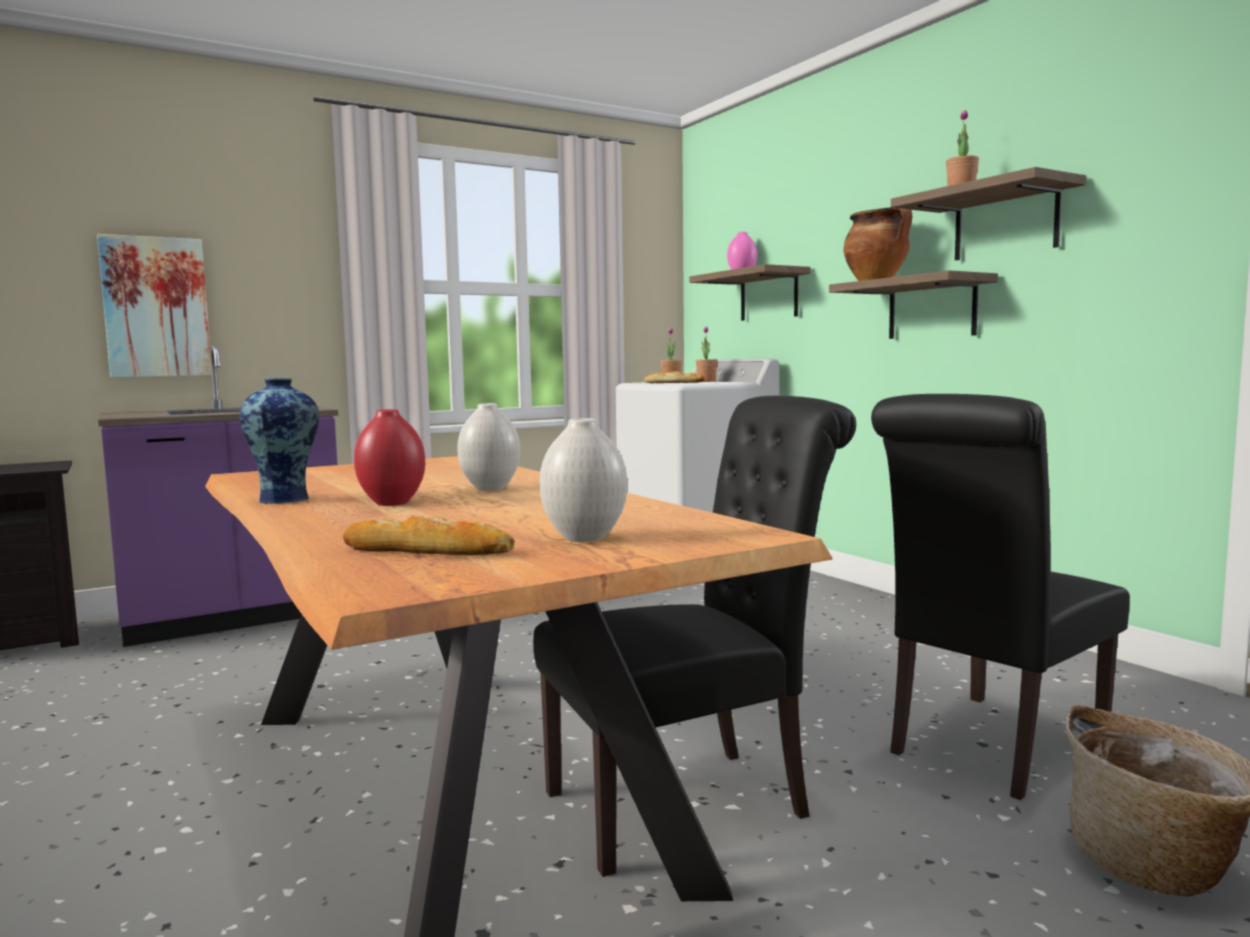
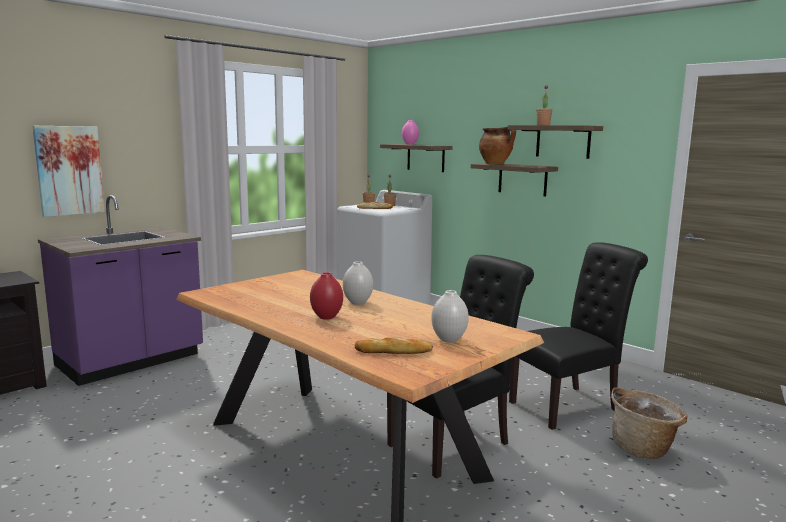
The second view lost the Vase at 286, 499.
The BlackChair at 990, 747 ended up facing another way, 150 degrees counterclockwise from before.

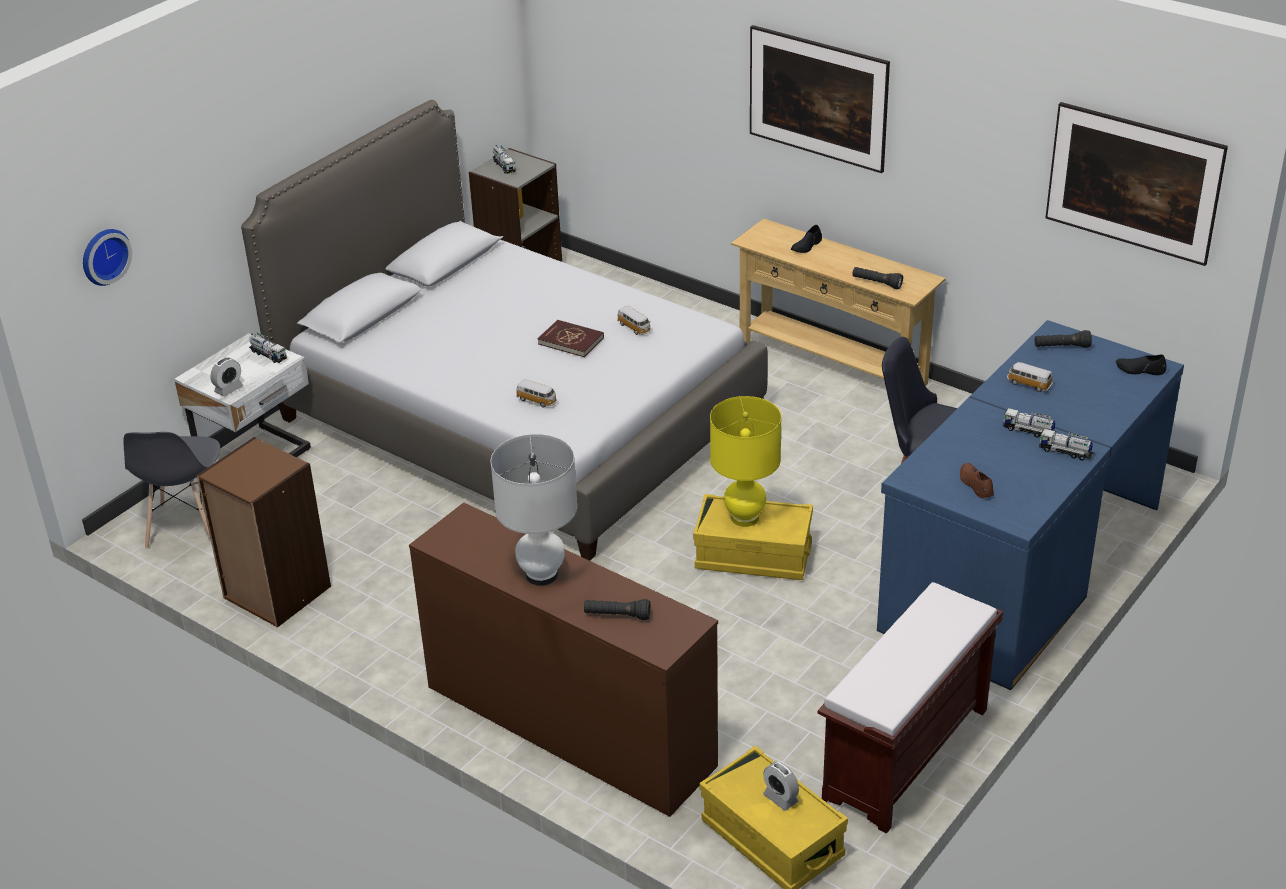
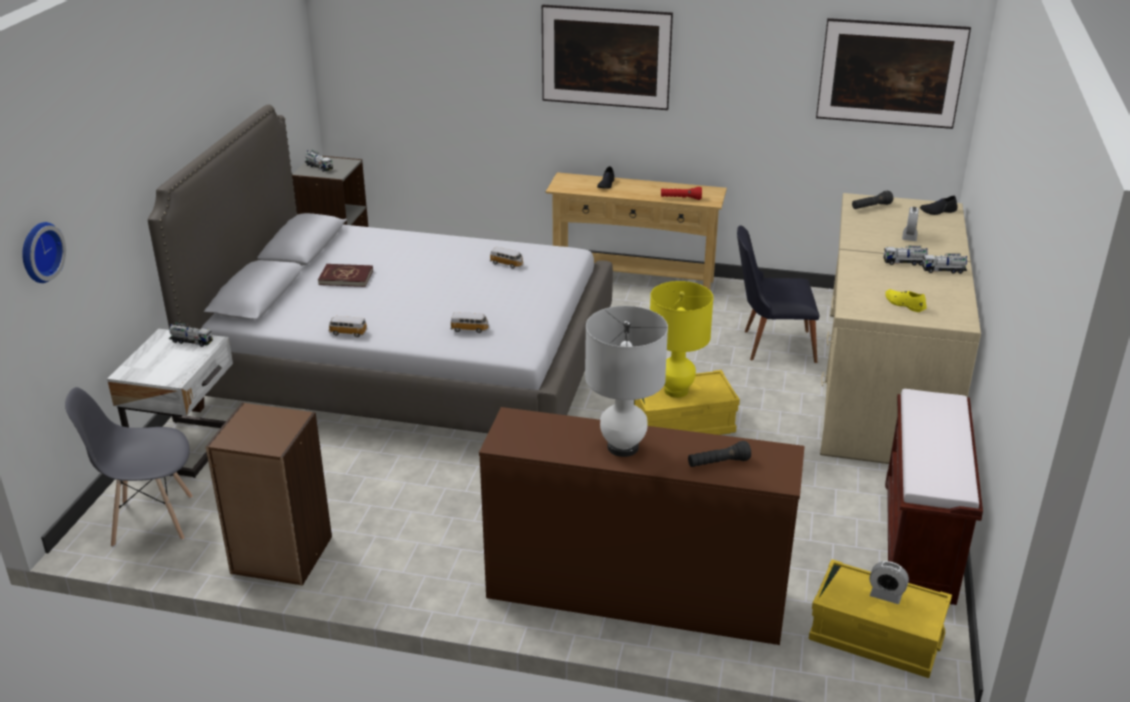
What was the BlackFlashlight at 876, 283 turned into the RedFlashlight at 680, 199.
The RedBook ended up elsewhere, having gone from 571, 341 to 346, 277.
What was the BlueDesk at 1019, 566 turned into the BeigeDesk at 881, 385.
The AlarmClock ended up elsewhere, having gone from 229, 389 to 909, 236.
The ToyCar ended up elsewhere, having gone from 1028, 384 to 347, 333.
The GreyChair at 187, 527 ended up facing another way, 105 degrees clockwise from before.
What was the BrownShoe at 975, 484 turned into the YellowShoe at 904, 304.

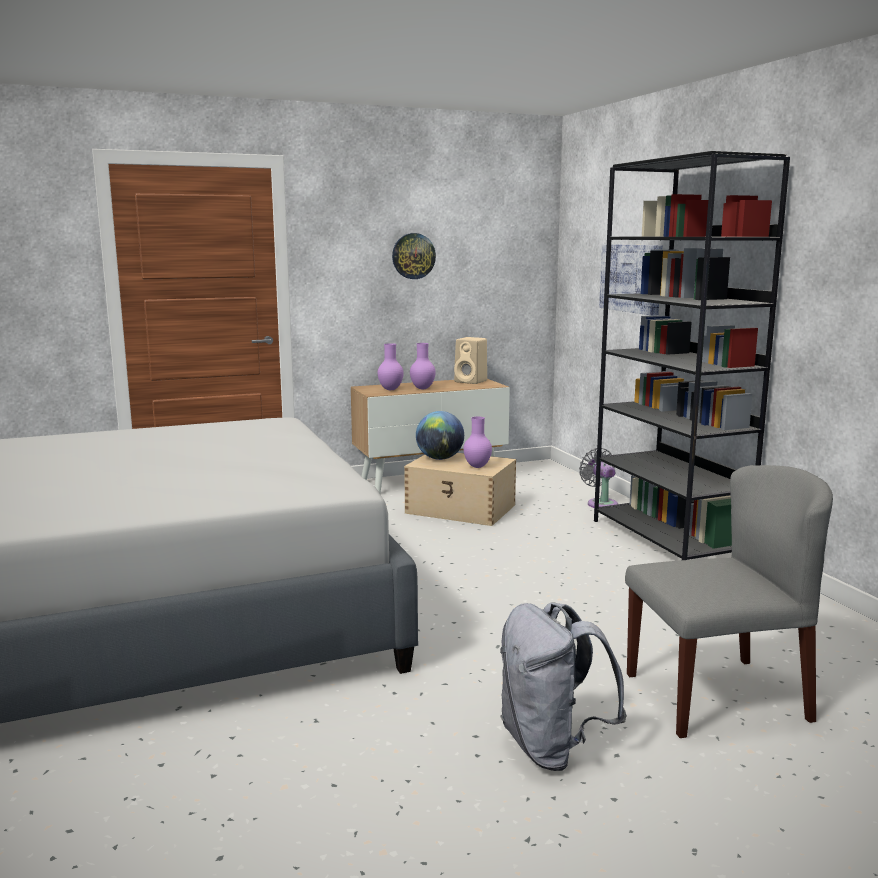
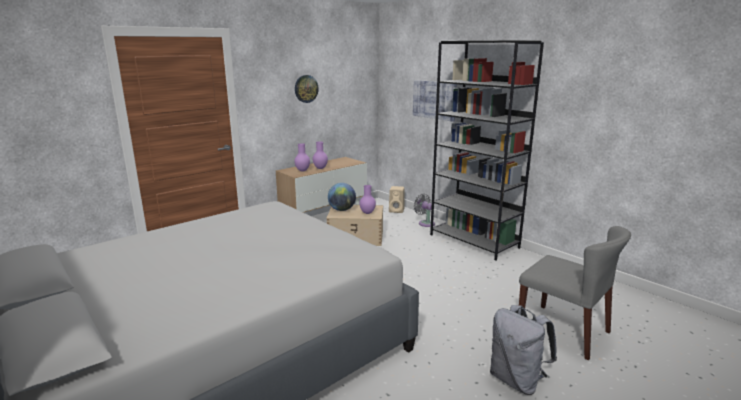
The BeigeSpeaker ended up elsewhere, having gone from 472, 381 to 397, 210.
The GreyChair at 717, 696 ended up facing another way, 75 degrees clockwise from before.

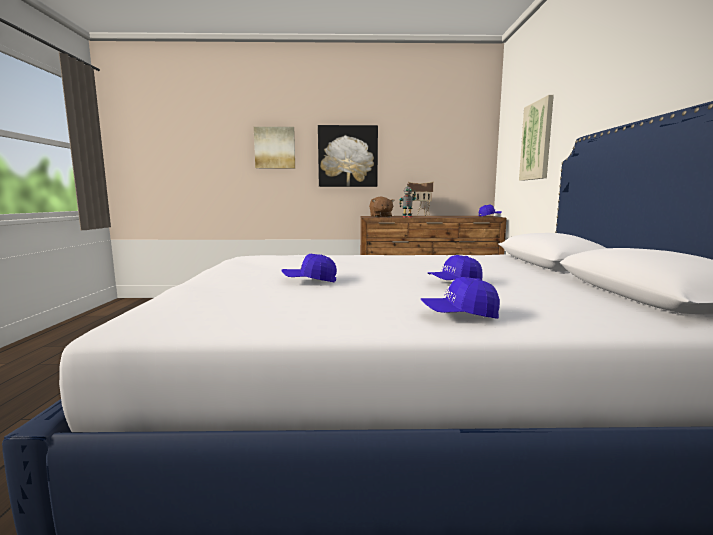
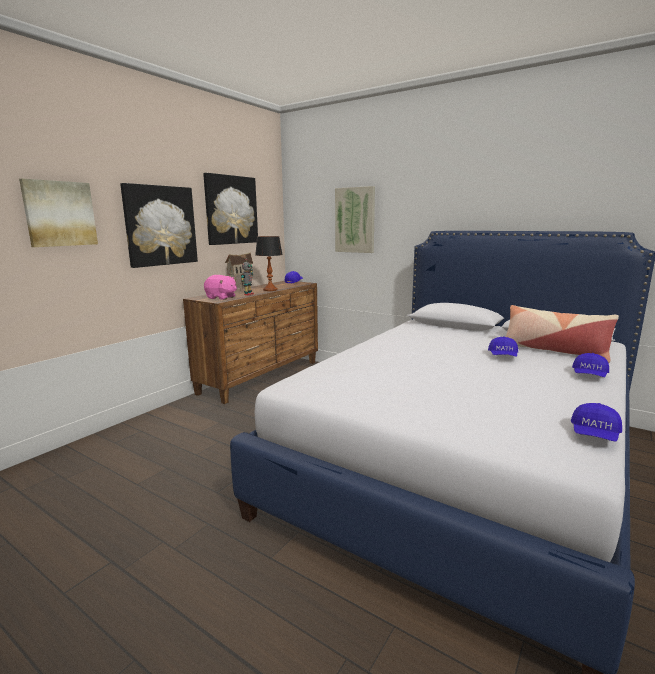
What was the BrownPlushToy at 380, 216 turned into the PinkPlushToy at 221, 298.
The BlueCap ended up elsewhere, having gone from 310, 281 to 594, 435.
The second view gained the Picture at 231, 210.
The second view gained the TableLamp at 270, 290.
The second view gained the Pillow at 553, 351.

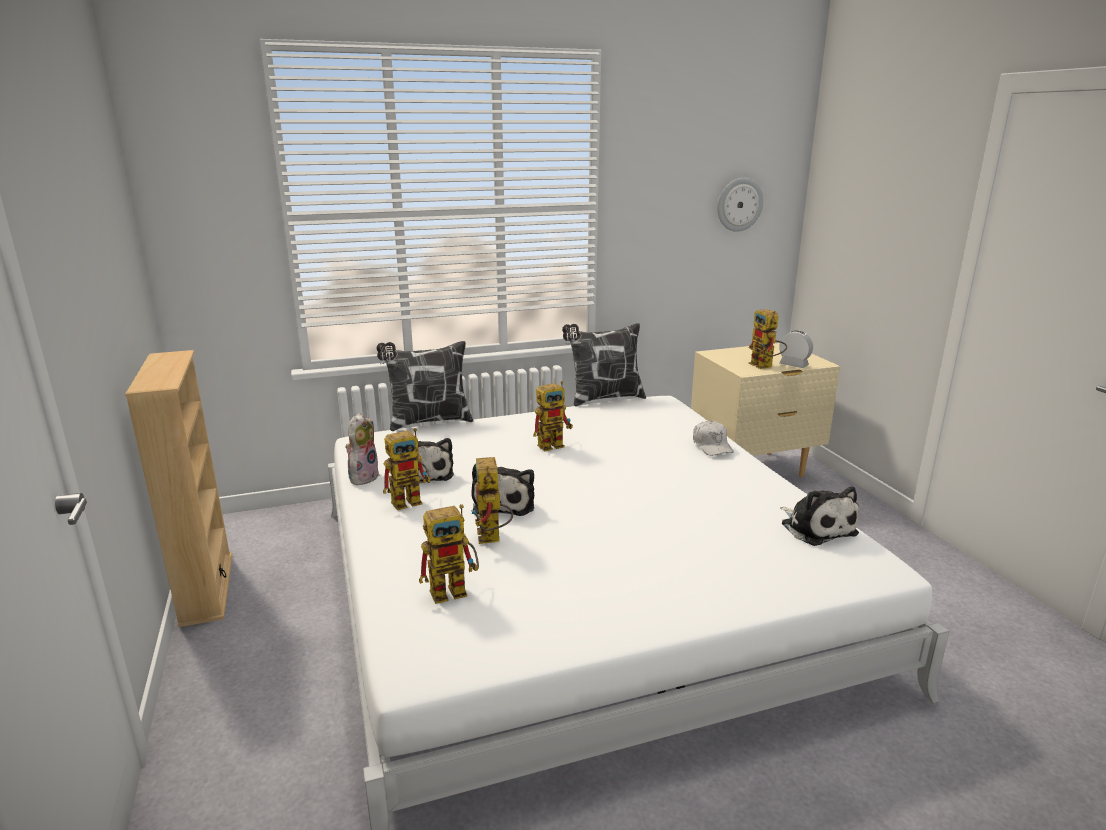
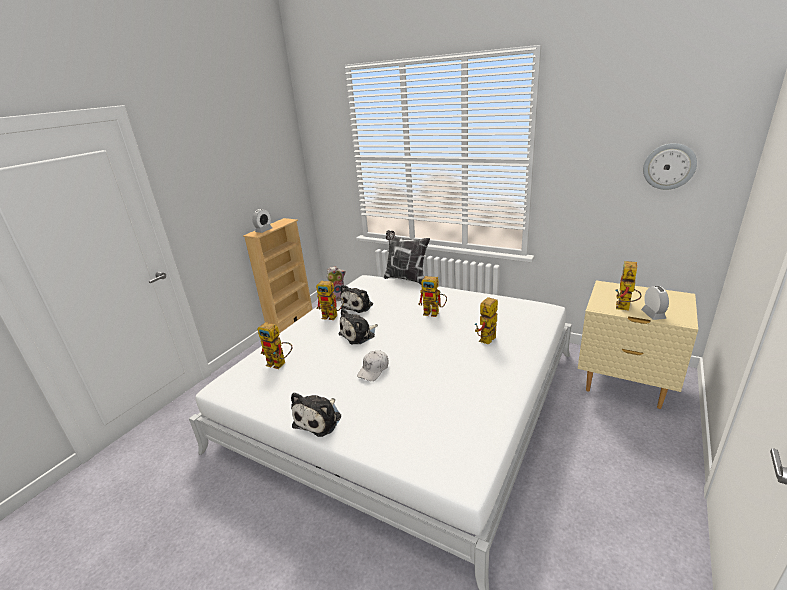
The second view lost the Pillow at 604, 398.
The WhiteCap ended up elsewhere, having gone from 712, 446 to 374, 370.
The ToyRobot ended up elsewhere, having gone from 492, 539 to 487, 342.
The PlushToy ended up elsewhere, having gone from 816, 527 to 319, 419.
The second view gained the AlarmClock at 264, 230.

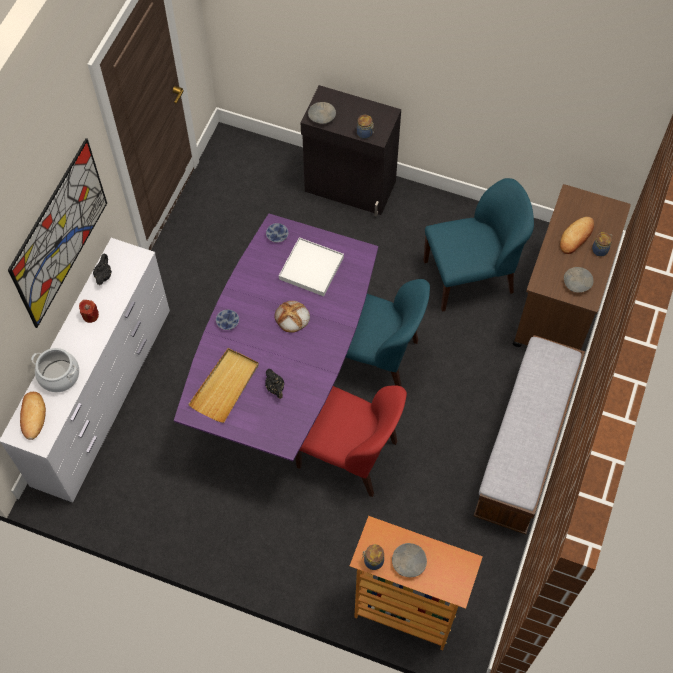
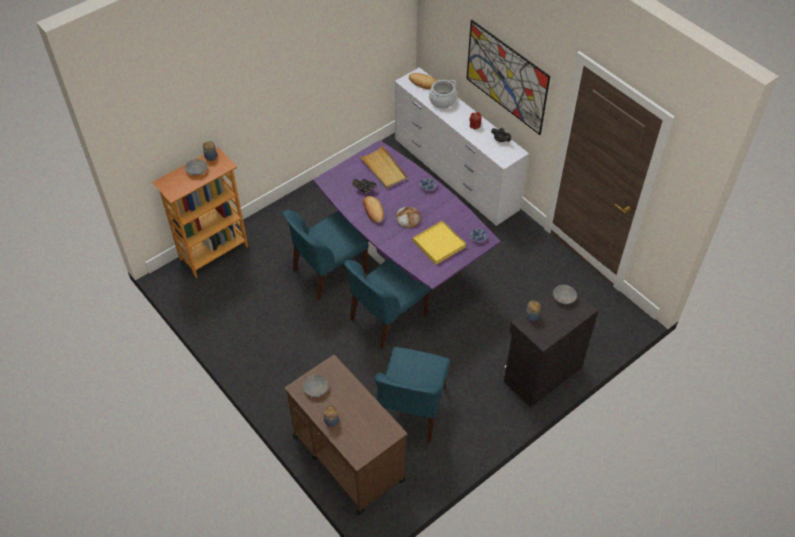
The Bread ended up elsewhere, having gone from 576, 237 to 373, 211.
What was the WhiteTray at 311, 268 turned into the YellowTray at 439, 244.
The second view lost the Bench at 524, 447.
What was the RedChair at 349, 455 turned into the BlueChair at 328, 272.

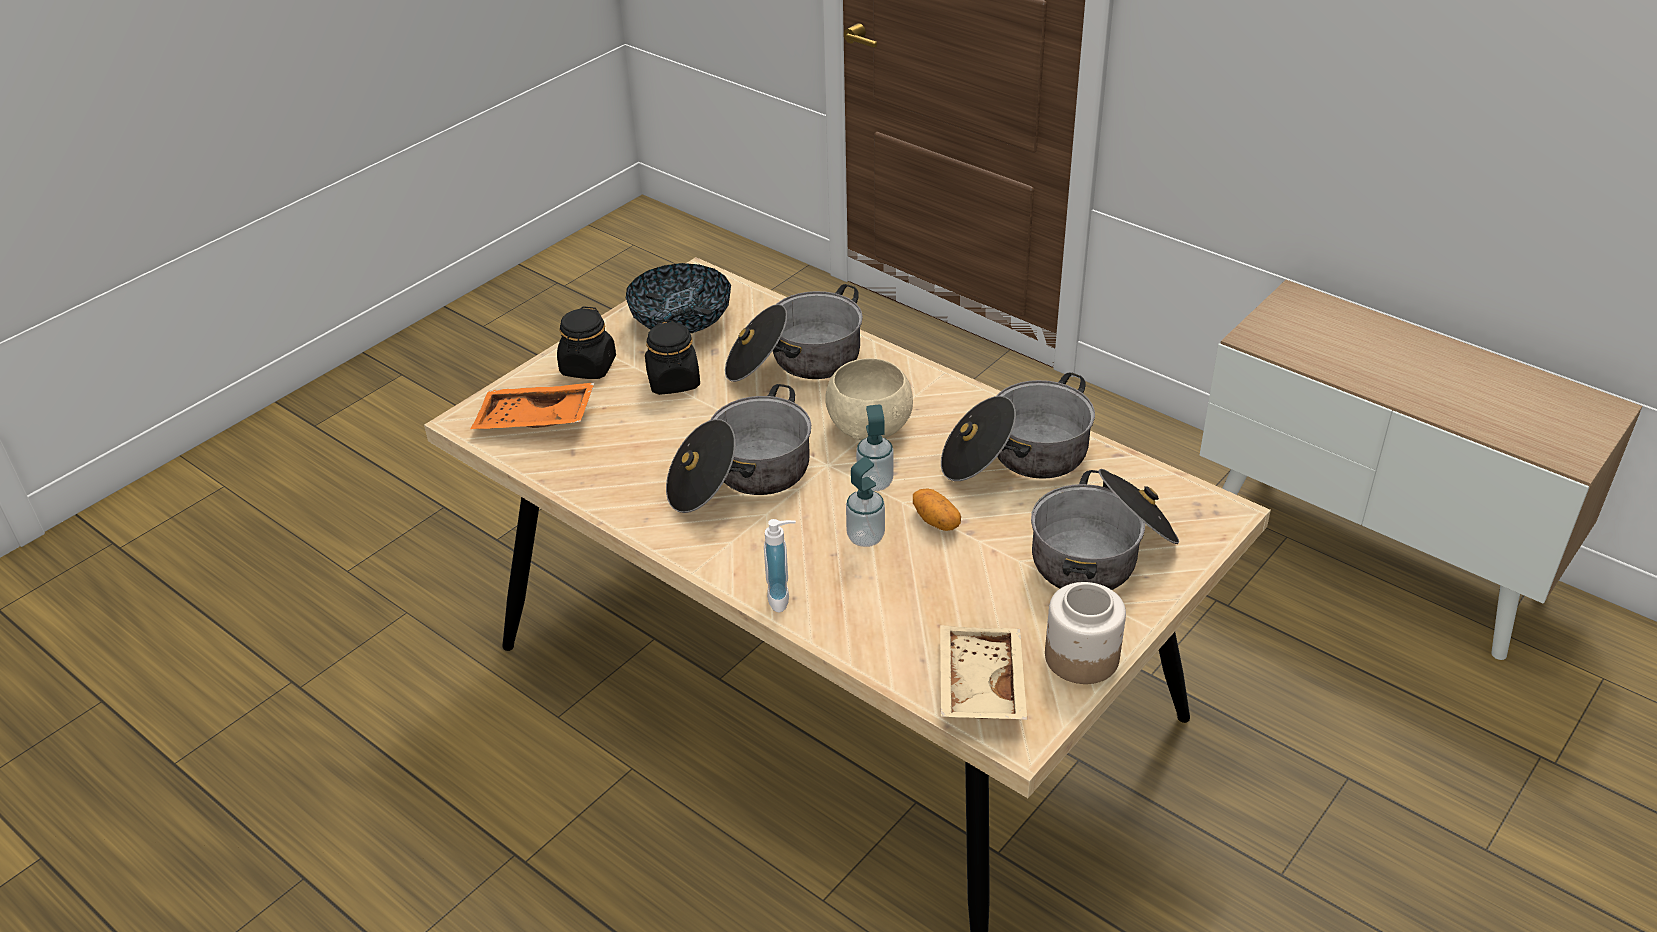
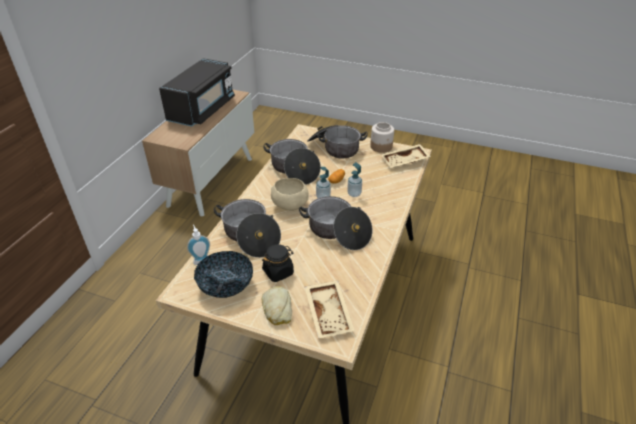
Where the BlackJar stood at 588, 367, the Bread came to stand at 277, 309.
What was the OrangeTray at 535, 421 turned into the BeigeTray at 329, 313.
The SoapDispenser ended up elsewhere, having gone from 783, 597 to 201, 260.
The second view gained the BlackMicrowave at 202, 109.

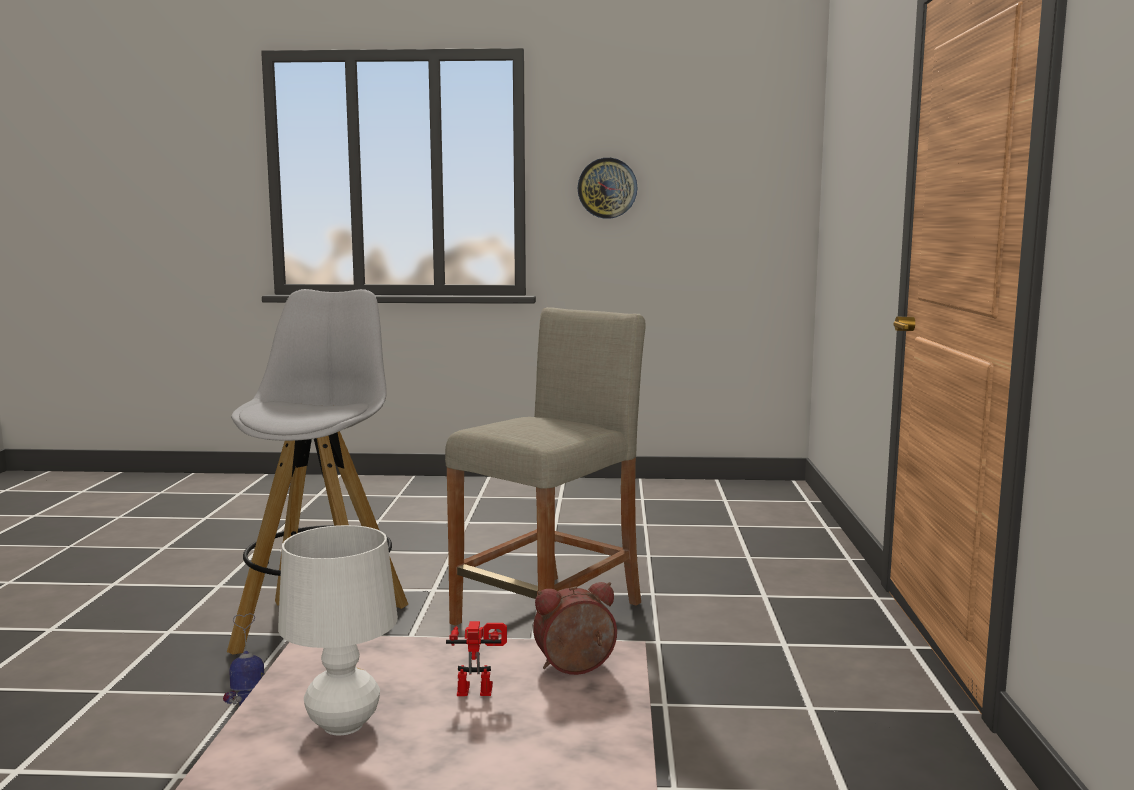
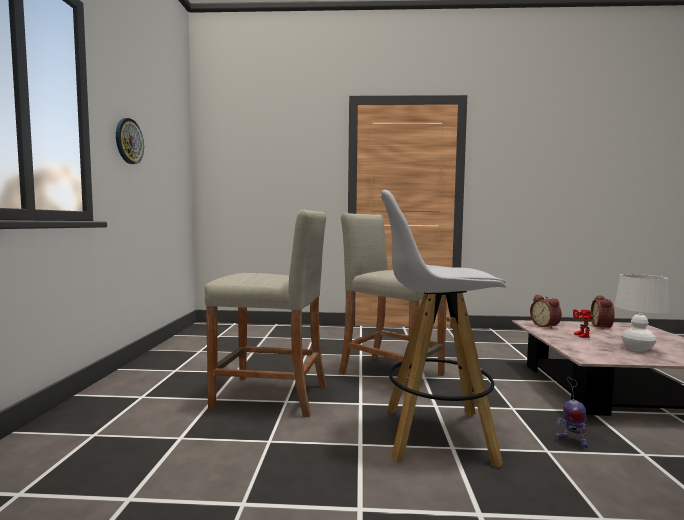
The second view gained the BeigeStool at 271, 396.
The second view gained the AlarmClock at 603, 327.

